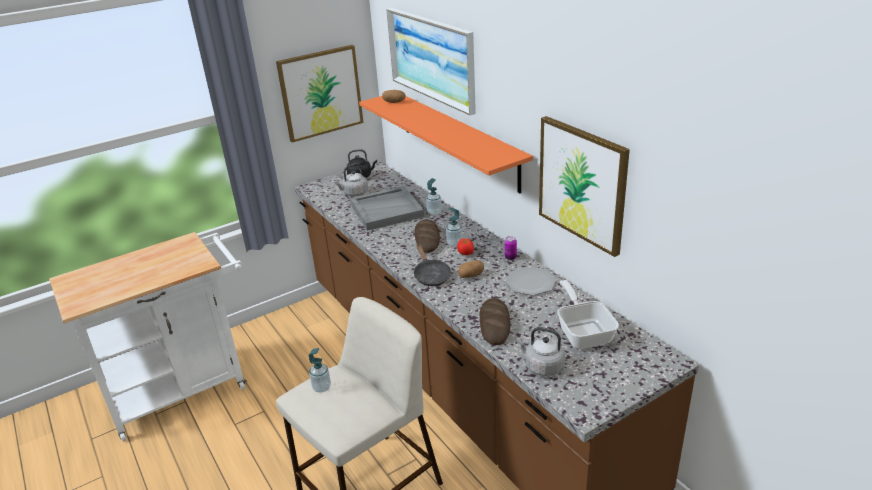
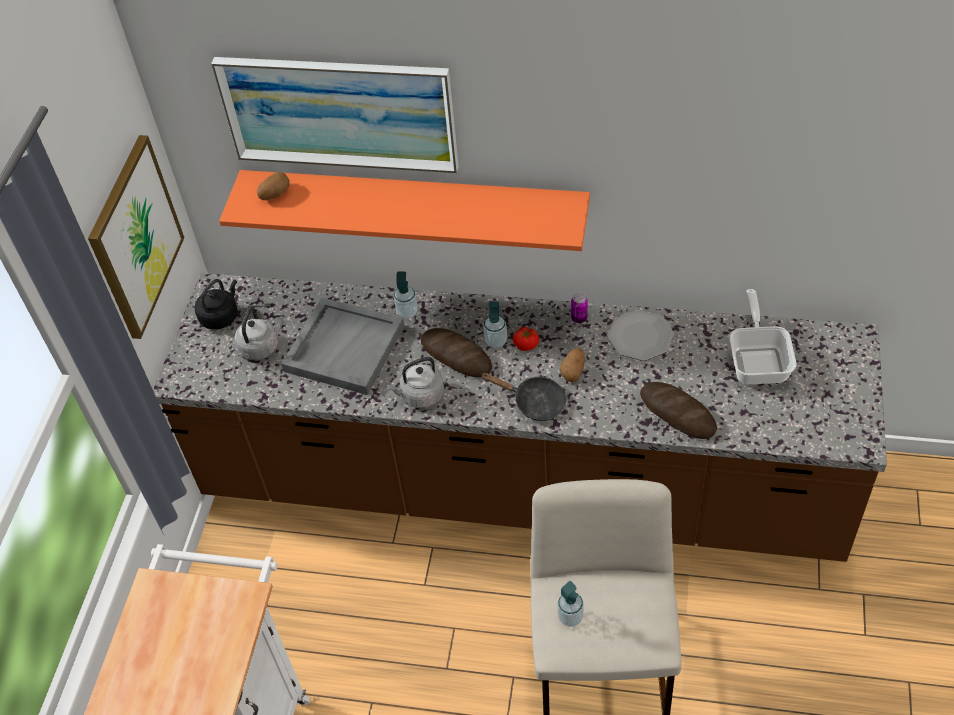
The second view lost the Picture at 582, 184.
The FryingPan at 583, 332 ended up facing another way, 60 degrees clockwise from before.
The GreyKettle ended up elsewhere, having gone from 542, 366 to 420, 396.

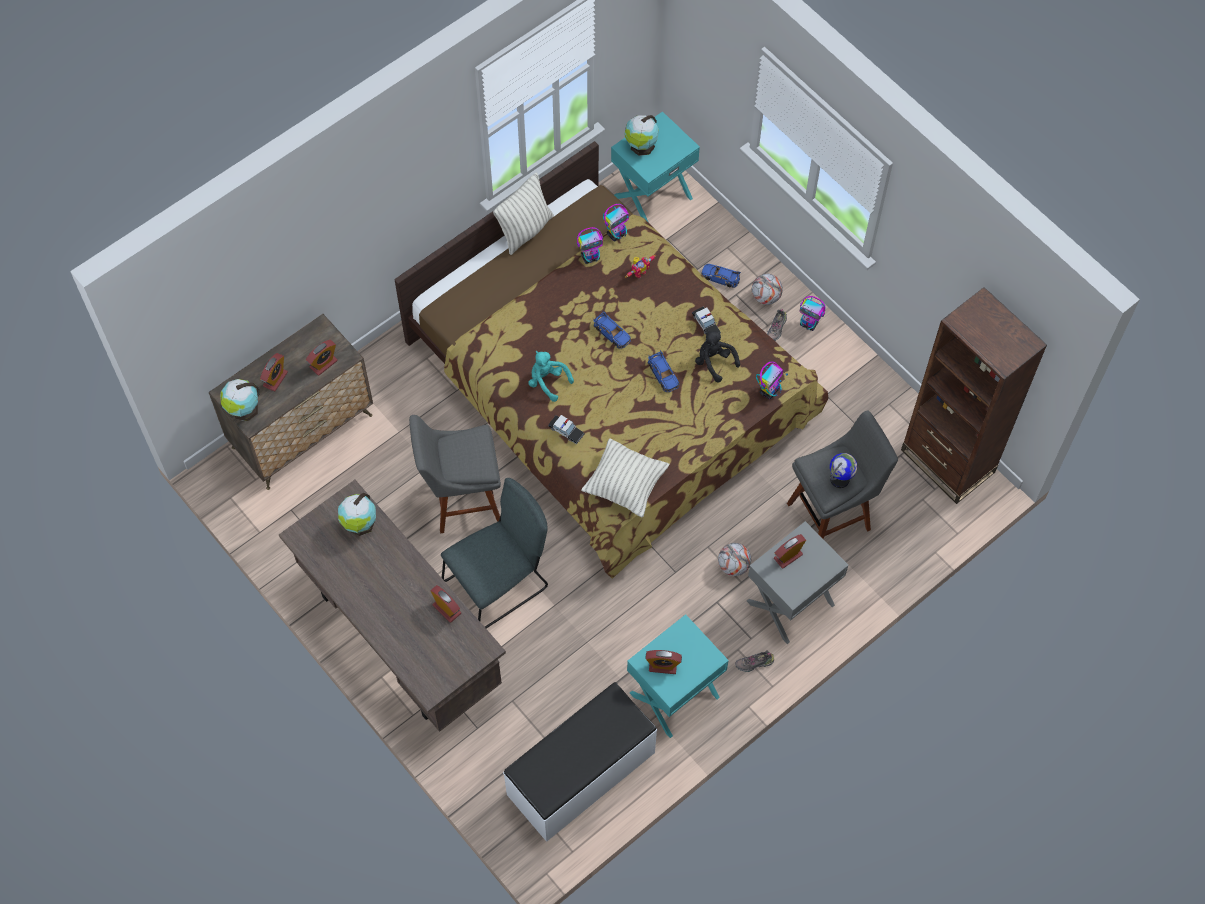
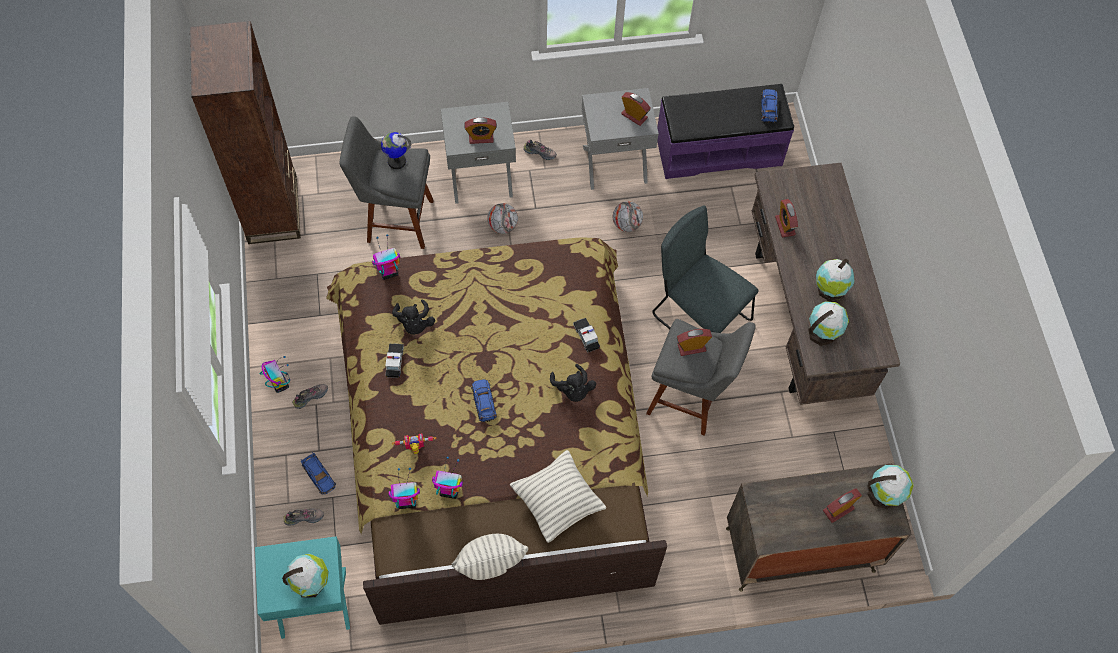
The Football ended up elsewhere, having gone from 766, 297 to 626, 224.
The AlarmClock ended up elsewhere, having gone from 323, 364 to 691, 347.
The BlueToyCar ended up elsewhere, having gone from 663, 374 to 768, 108.
What was the TurquoisePlushToy at 547, 381 turned into the BlackPlushToy at 573, 390.
The Pillow ended up elsewhere, having gone from 625, 485 to 557, 502.
The GreyChair at 499, 582 ended up facing another way, 45 degrees clockwise from before.
What was the TurquoiseNightstand at 675, 696 turned into the GreyNightstand at 614, 163.
What was the WhiteBench at 582, 774 turned into the PurpleBench at 718, 150.
The second view gained the Globe at 829, 290.
The second view gained the Shoe at 304, 517.

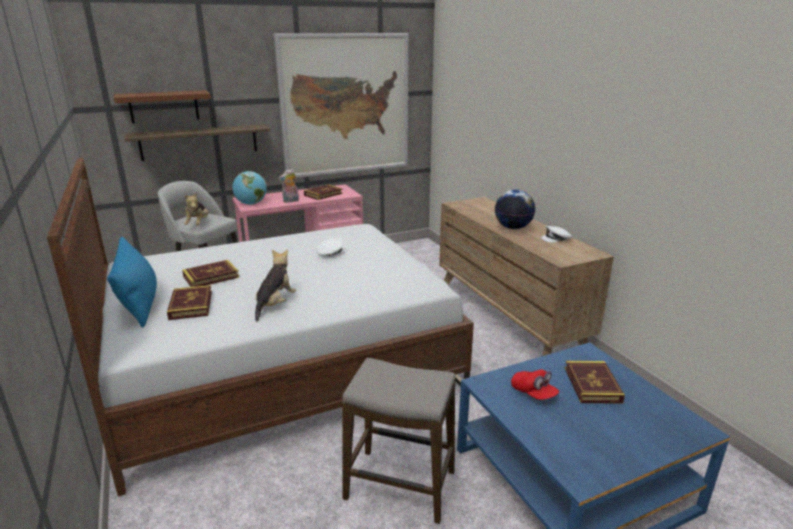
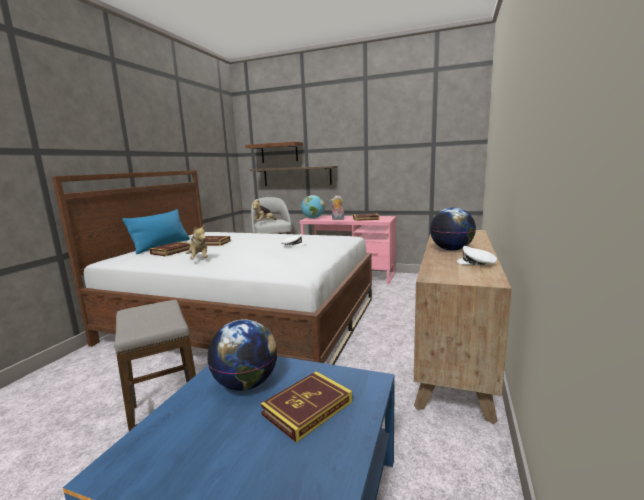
The second view lost the Picture at 345, 105.
The PlushToy at 275, 304 ended up facing another way, 90 degrees clockwise from before.
Where the RedCap stood at 533, 393, the Globe came to stand at 246, 384.

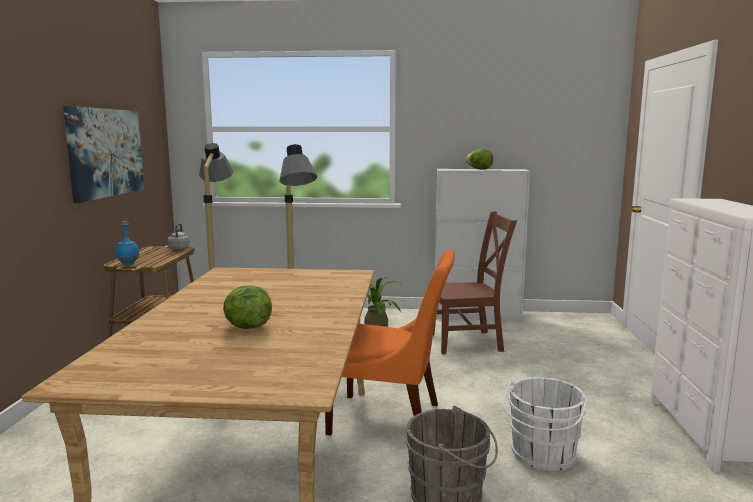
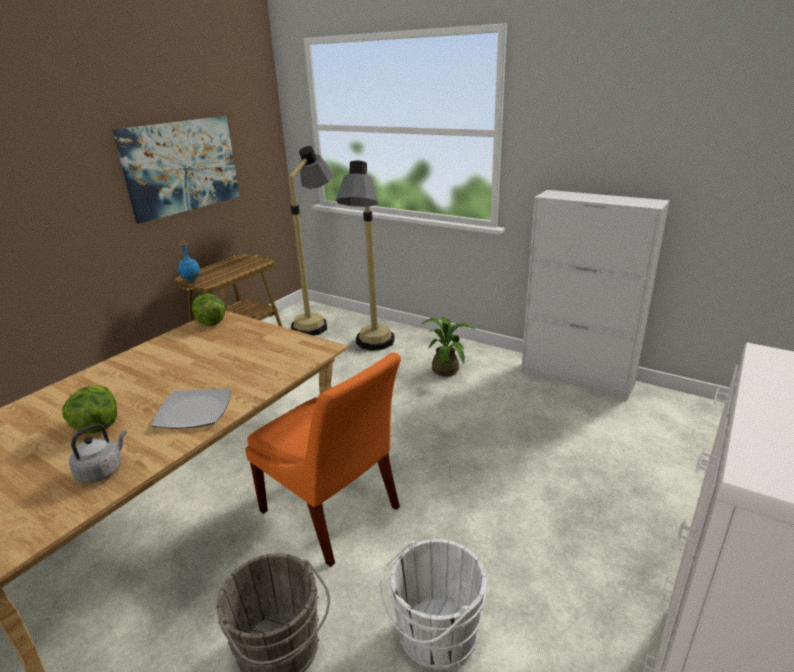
The Lettuce ended up elsewhere, having gone from 479, 169 to 210, 322.
The second view lost the BrownChair at 469, 342.
The GreyKettle ended up elsewhere, having gone from 179, 248 to 102, 470.
The second view gained the Plate at 194, 410.

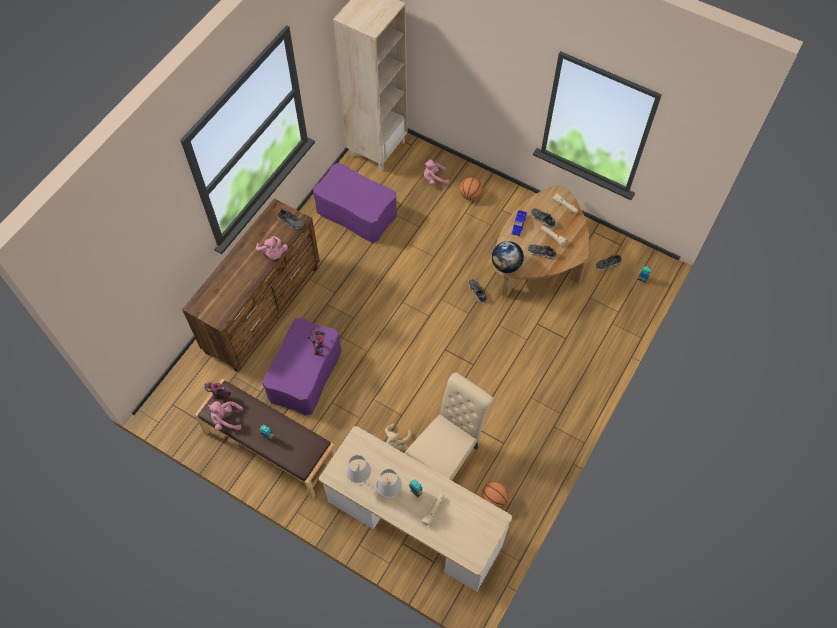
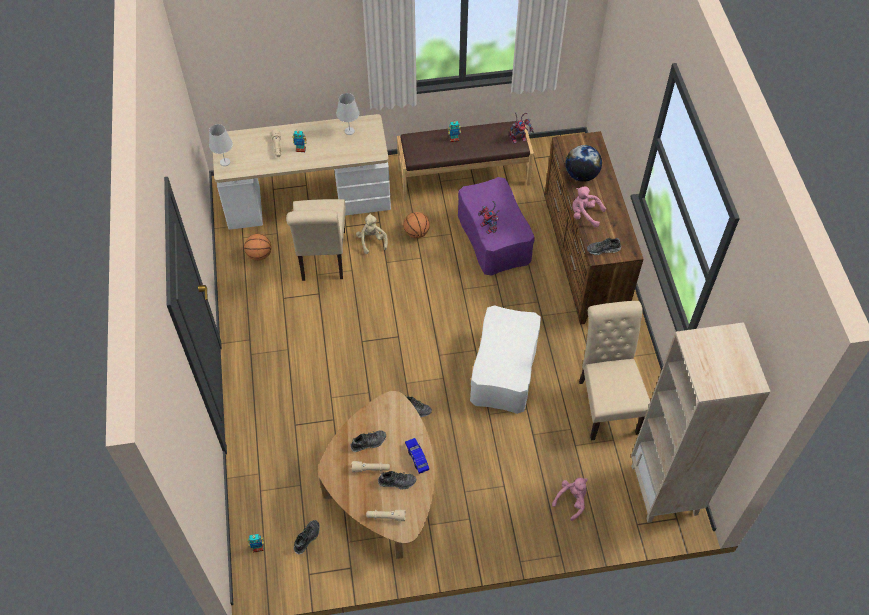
Where the PurpleOttoman stood at 356, 212, the BeigeChair came to stand at 606, 402.
The Basketball ended up elsewhere, having gone from 470, 195 to 416, 233.
The Globe ended up elsewhere, having gone from 506, 265 to 581, 175.
The second view lost the PinkPlushToy at 226, 419.
The WhiteTableLamp ended up elsewhere, having gone from 390, 493 to 225, 162.
The second view gained the WhiteOttoman at 504, 370.

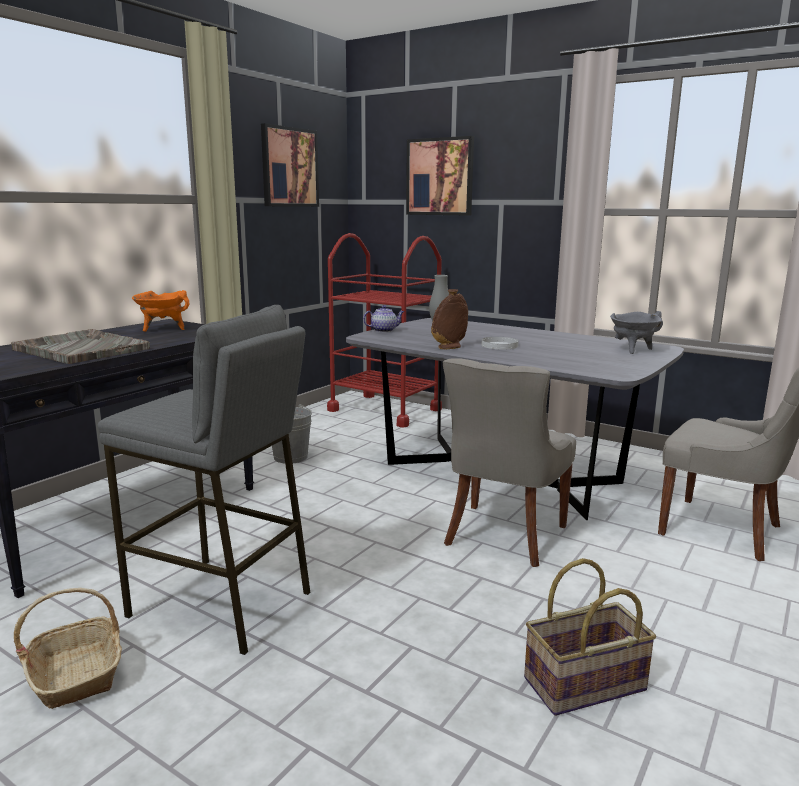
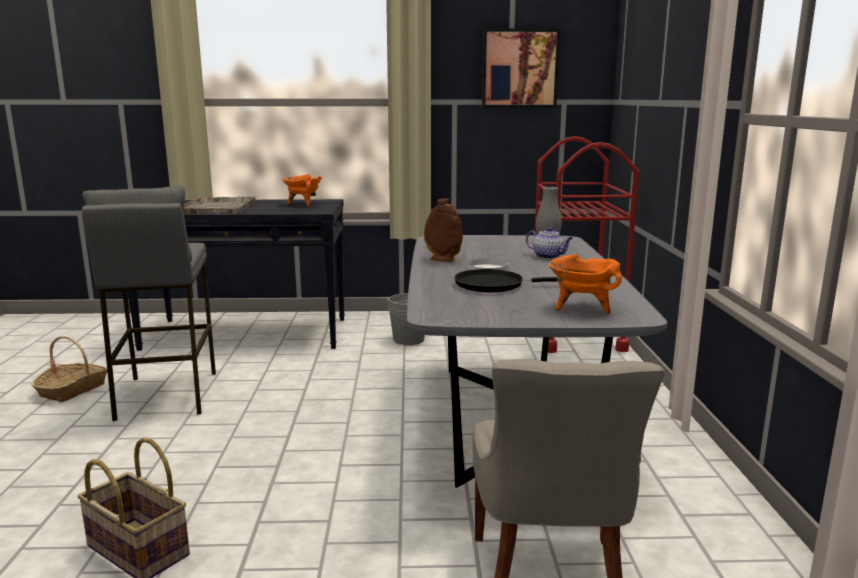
The second view lost the Picture at 440, 177.
The Teapot ended up elsewhere, having gone from 384, 330 to 548, 256.
What was the GreyCookingPot at 632, 350 turned into the OrangeCookingPot at 582, 308.
The second view lost the GreyChair at 503, 536.
The second view gained the BlackFryingPan at 494, 285.

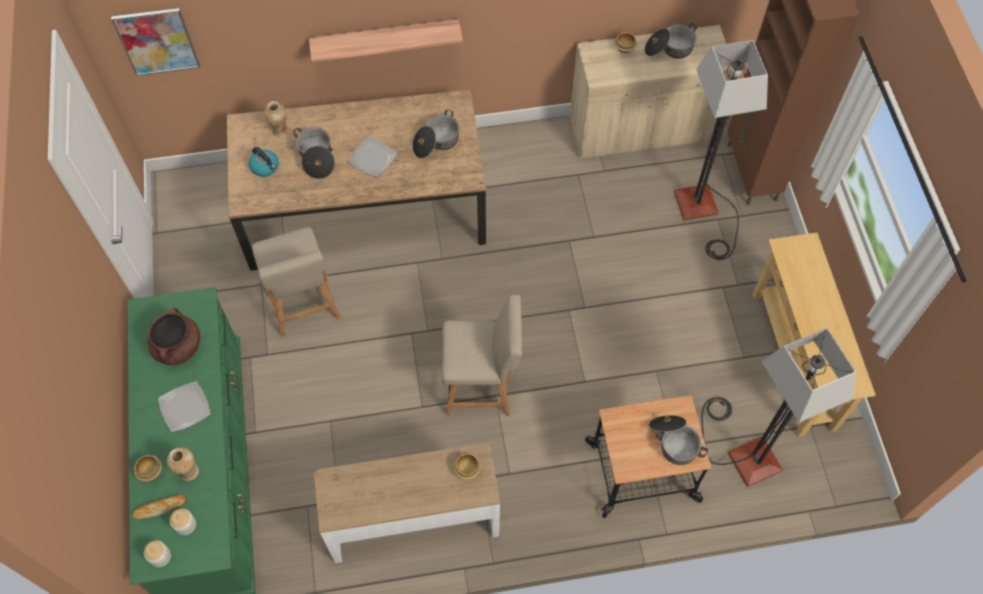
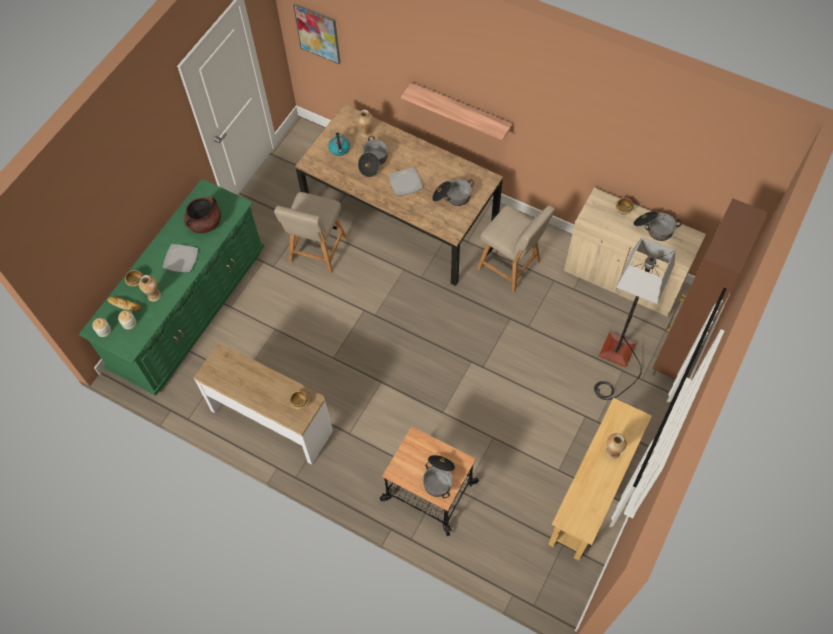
The BeigeChair ended up elsewhere, having gone from 482, 386 to 511, 266.
The second view lost the FloorLamp at 743, 451.
The second view gained the Vase at 612, 452.

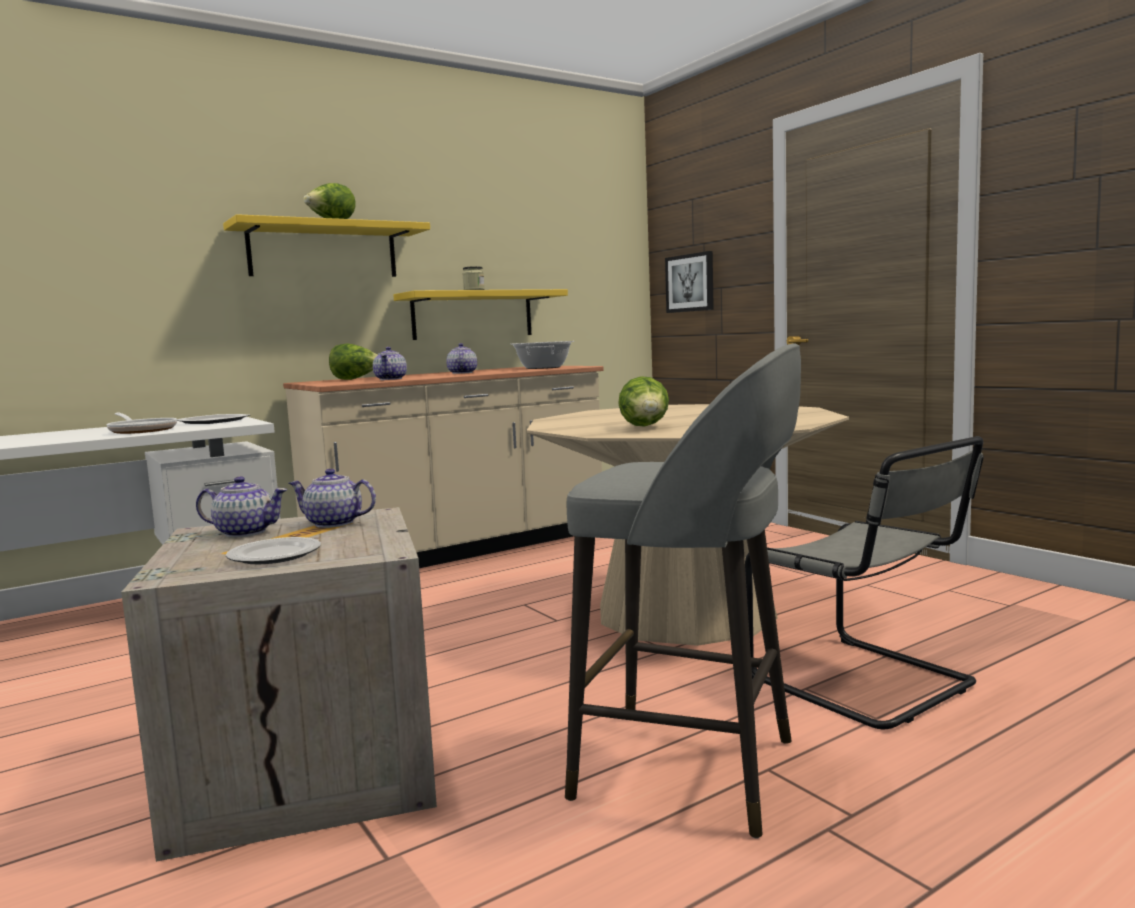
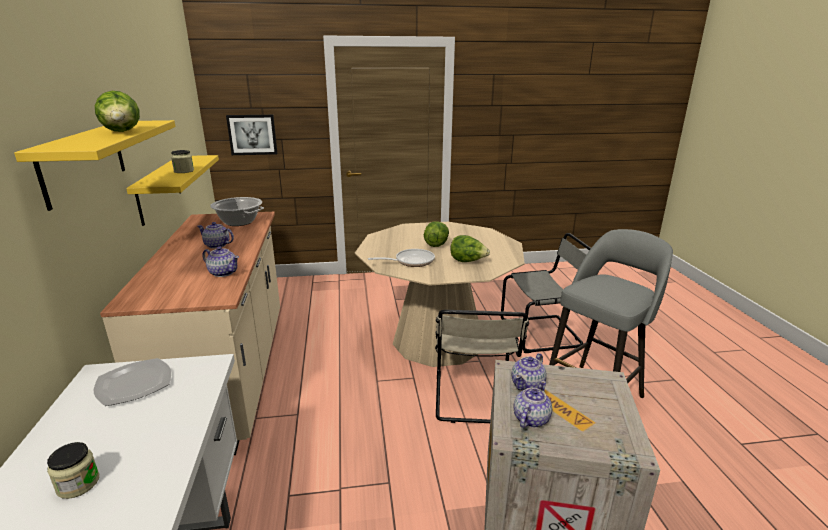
The Lettuce ended up elsewhere, having gone from 355, 379 to 436, 244.
The FryingPan ended up elsewhere, having gone from 141, 430 to 411, 261.
The second view lost the Plate at 275, 555.
The second view gained the BeigeChair at 473, 399.
The second view gained the Jar at 78, 484.

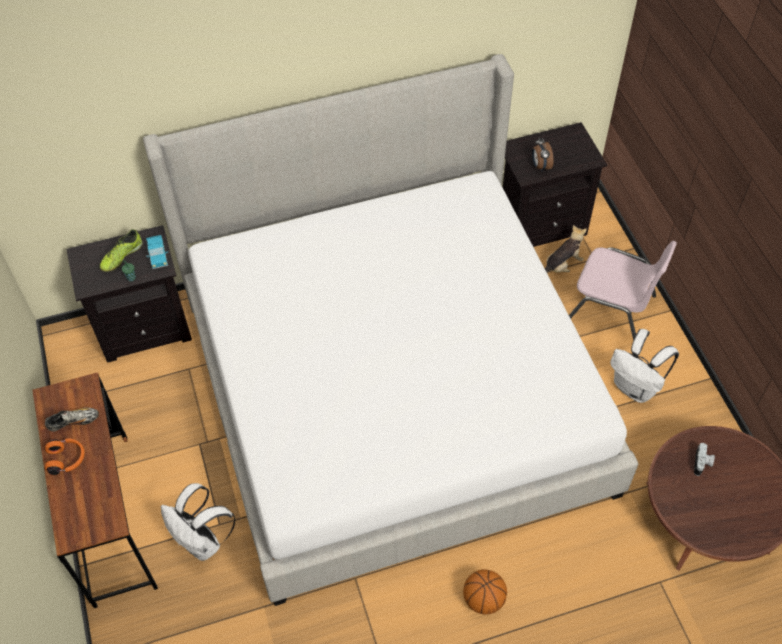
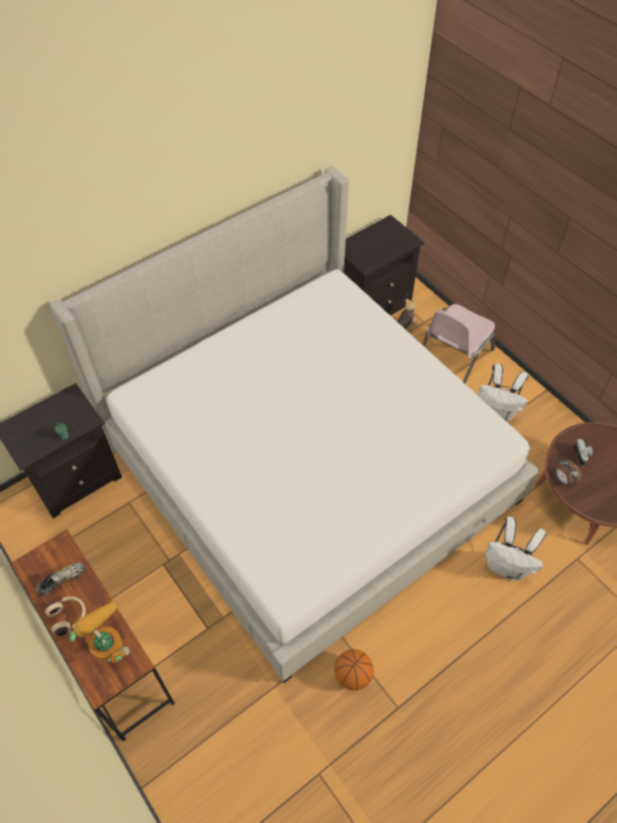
The AlarmClock ended up elsewhere, having gone from 540, 166 to 562, 480.
The second view lost the Shoe at 121, 256.
The second view lost the ToyTruck at 158, 256.
The PinkChair at 612, 308 ended up facing another way, 120 degrees clockwise from before.
What was the OrangeHeadphones at 67, 459 turned into the BeigeHeadphones at 69, 617.
The WhiteBackpack ended up elsewhere, having gone from 202, 542 to 507, 566.
The Basketball ended up elsewhere, having gone from 483, 599 to 353, 675.
The second view gained the ToyRobot at 108, 646.

